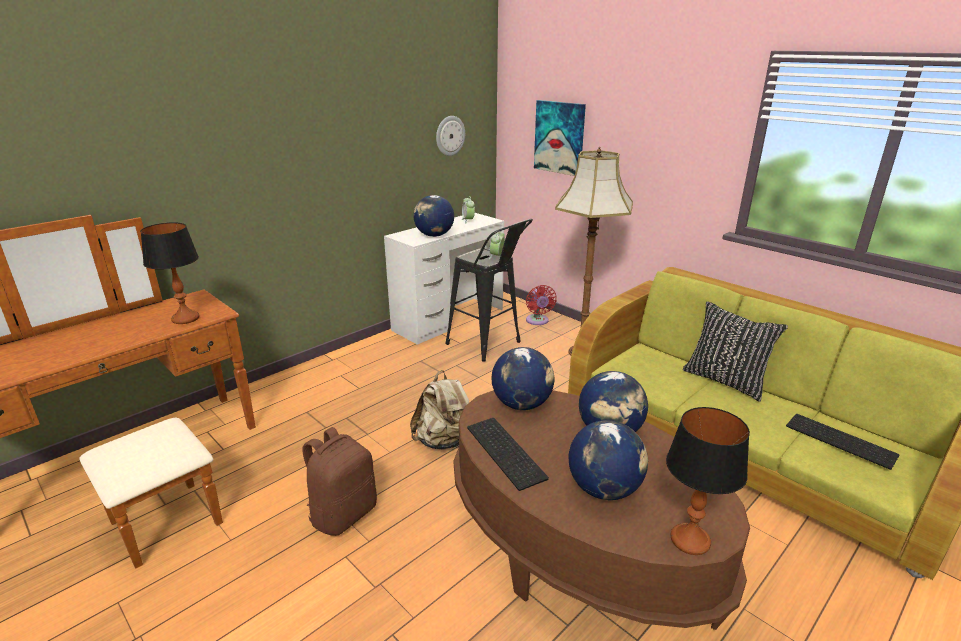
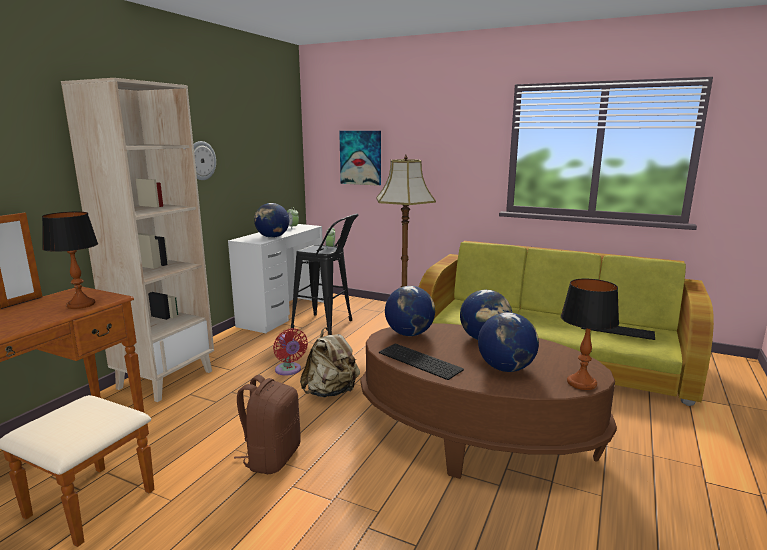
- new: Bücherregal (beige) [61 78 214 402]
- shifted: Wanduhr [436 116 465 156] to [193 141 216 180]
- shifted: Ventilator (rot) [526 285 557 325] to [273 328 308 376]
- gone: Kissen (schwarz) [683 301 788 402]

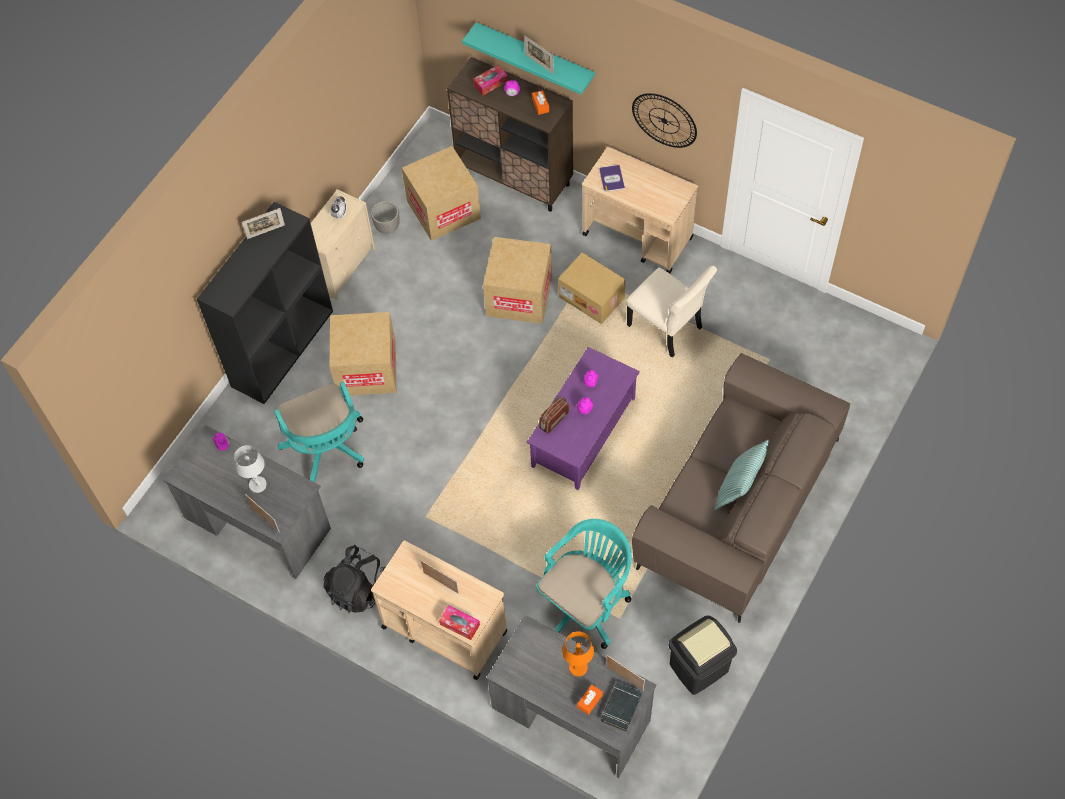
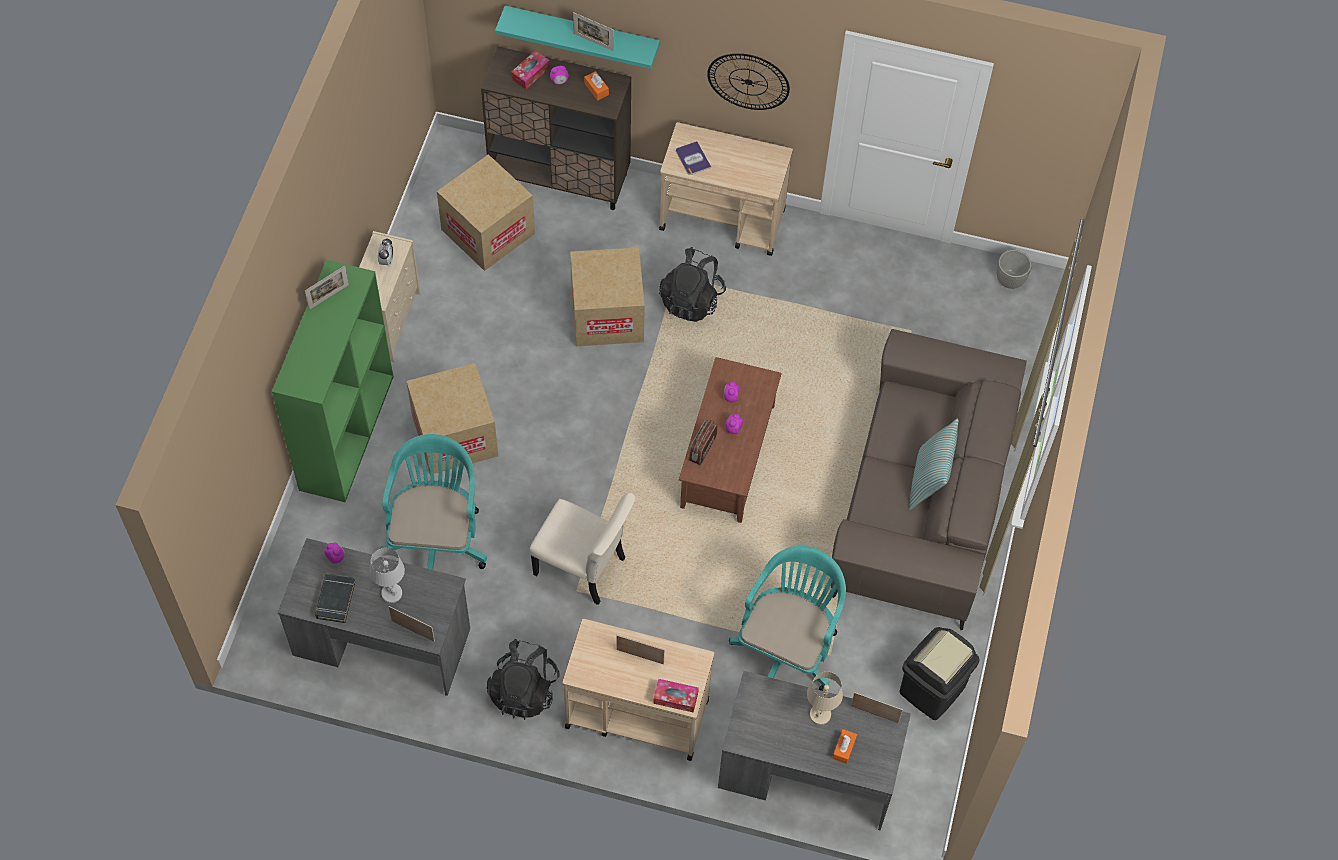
- repainted: Bücherregal (schwarz) [197 202 333 404] to Bücherregal (grün) [272 260 393 502]
- shifted: Buch (schwarz) [601 682 642 732] to [315 574 356 623]
- rotated: Bürostuhl (türkis) [274 382 364 482] = [380 434 487 570] 135 degrees counterclockwise
- shifted: Stuhl (beige) [626 266 717 358] to [529 493 635 605]
- swapped: Karton [558 252 626 324] to Rucksack (schwarz) [659 247 726 322]
- repainted: Couchtisch (lila) [527 347 640 490] to Couchtisch (braun) [679 357 782 523]
- repainted: Tischlampe (orange) [562 631 594 677] to Tischlampe (beige) [807 671 843 725]
- shifted: Pflanzkübel [371 201 400 234] to [997 250 1032 289]

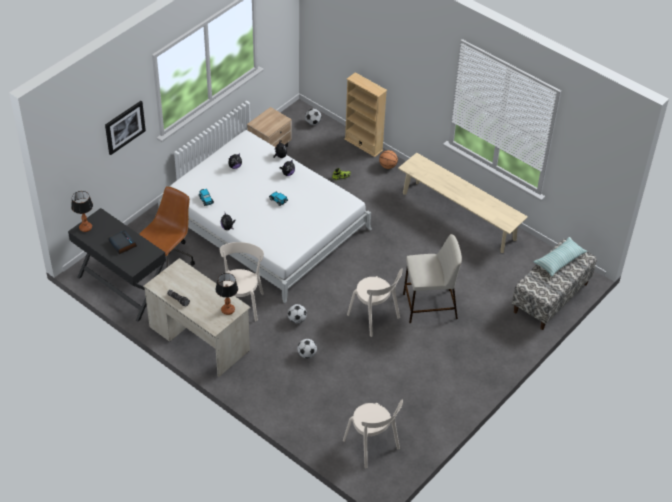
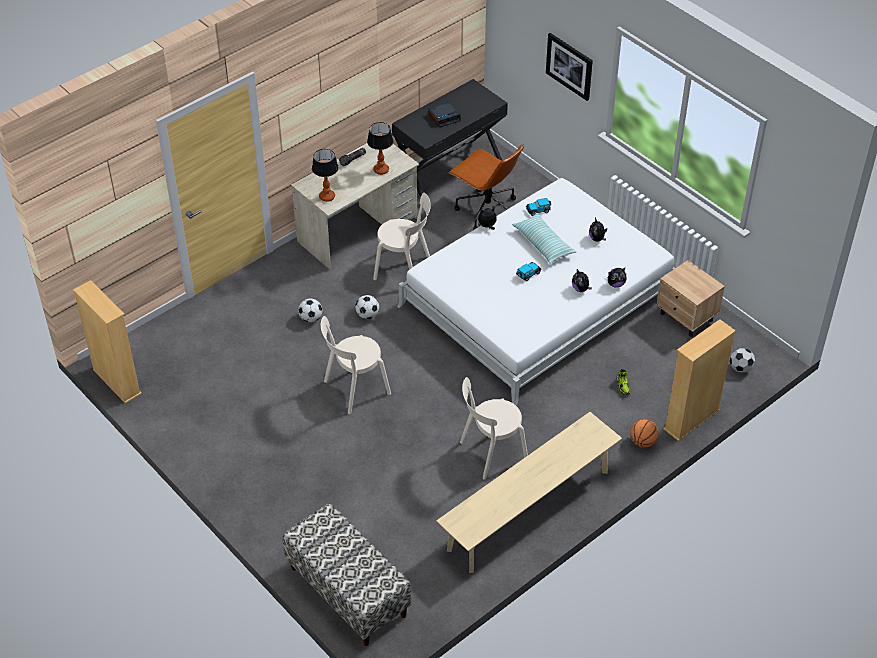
- new: Bücherregal (beige) [73 280 142 403]
- shifted: Tischlampe [71 191 93 232] to [367 122 393 175]
- shifted: Stuhl (beige) [343 400 403 468] to [460 377 528 480]
- shifted: Kissen [533 237 588 276] to [512 213 576 264]
- gone: Hocker (beige) [403 234 462 323]

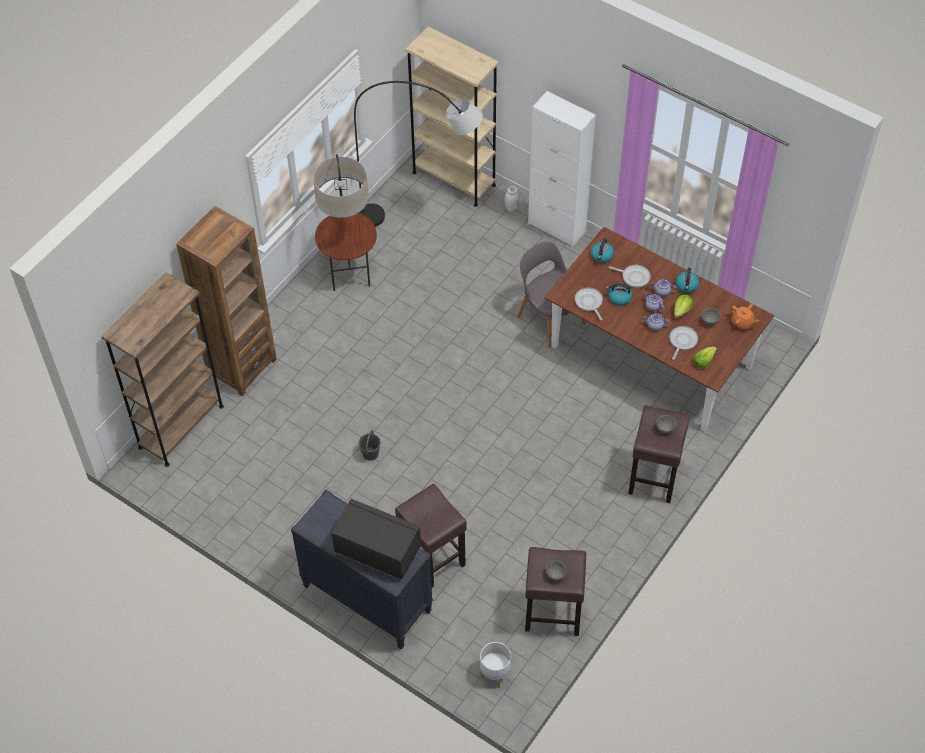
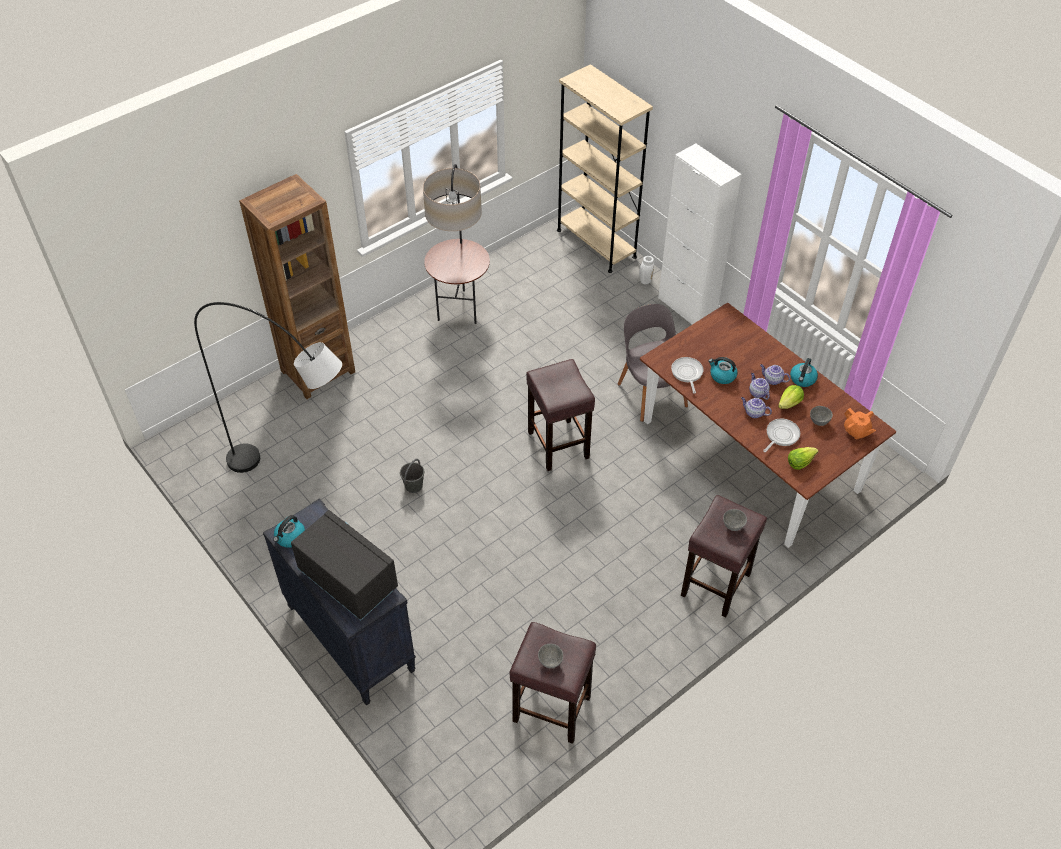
- shifted: Stehlampe (schwarz) [354 81 483 227] to [194 302 342 473]
- shifted: Wasserkessel [591 238 614 263] to [273 515 305 548]
- shifted: Hocker (braun) [395 484 467 588] to [526 359 595 471]
- gone: Bücherregal (braun) [101 272 224 467]
- gone: Pflanzkübel (weiß) [480 642 511 688]
- gone: Pfanne [609 264 651 288]

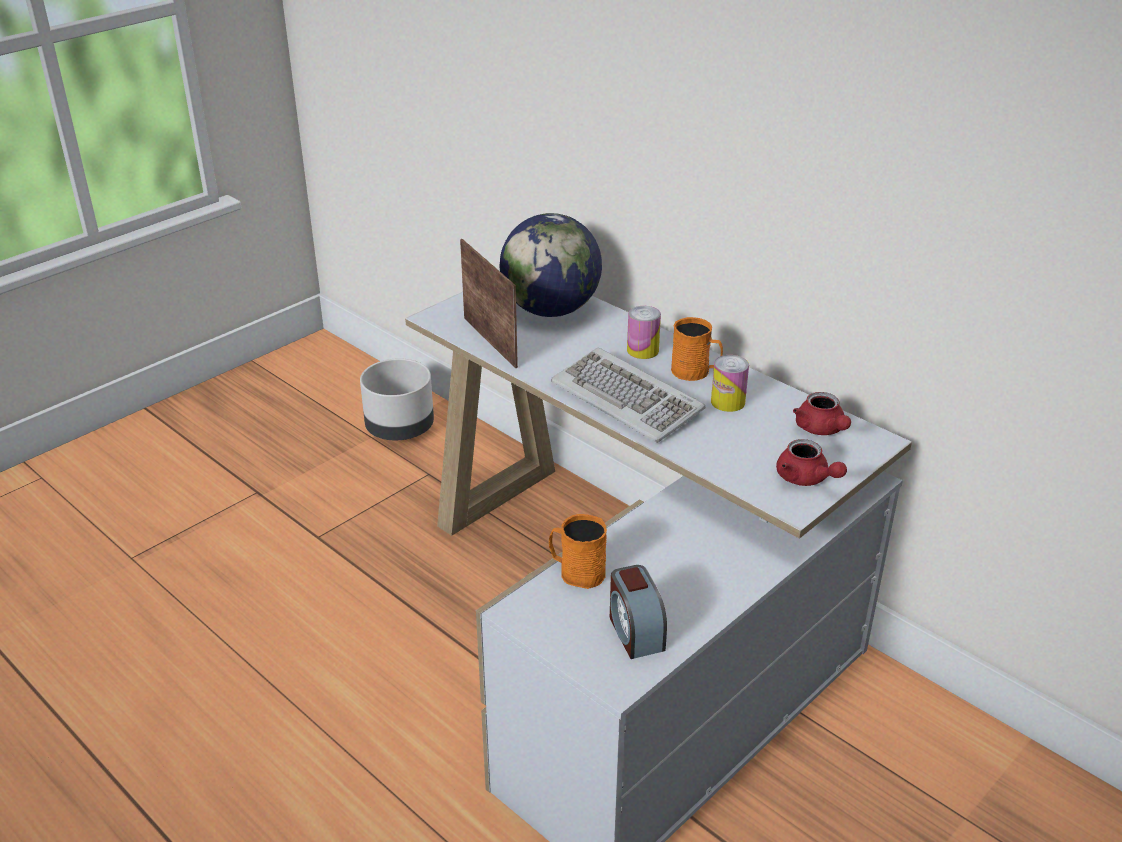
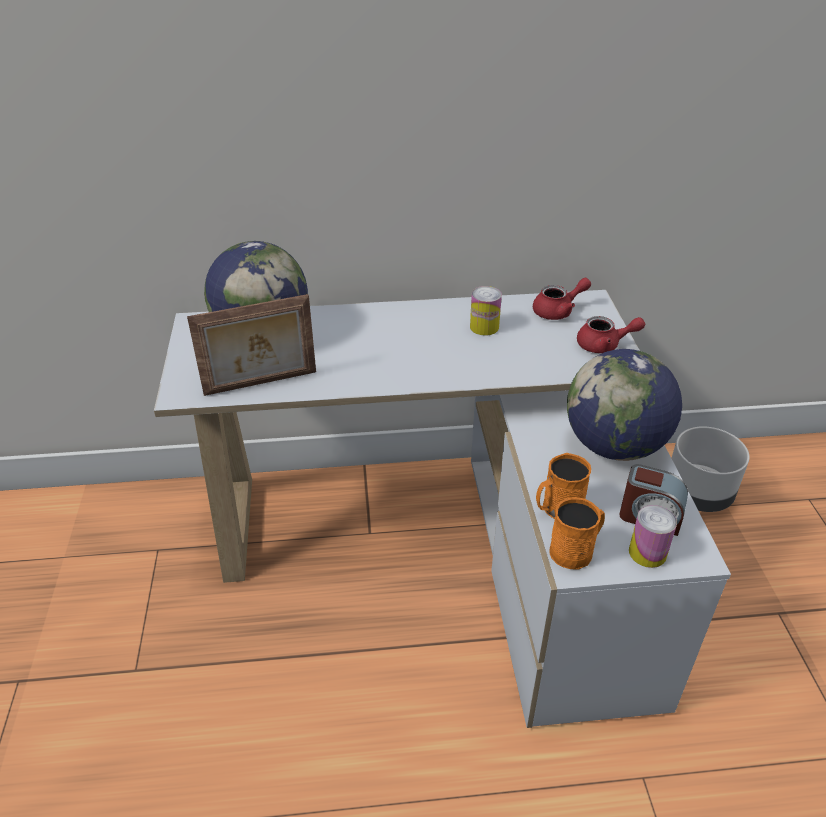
- rotated: Bilderrahmen [460 239 518 368] = [187 294 316 396] 150 degrees clockwise
- rotated: Teekanne (rot) [793 392 851 435] = [533 278 591 320] 45 degrees counterclockwise
- shifted: Henkelbecher (orange) [671 317 723 381] to [549 497 605 570]
- new: Globus [567 349 682 461]
- shifted: Dose [627 306 661 359] to [629 505 677 568]
- shifted: Pflanzkübel (grau) [360 358 434 440] to [672 426 750 512]
- gone: Tastatur [551 348 706 443]

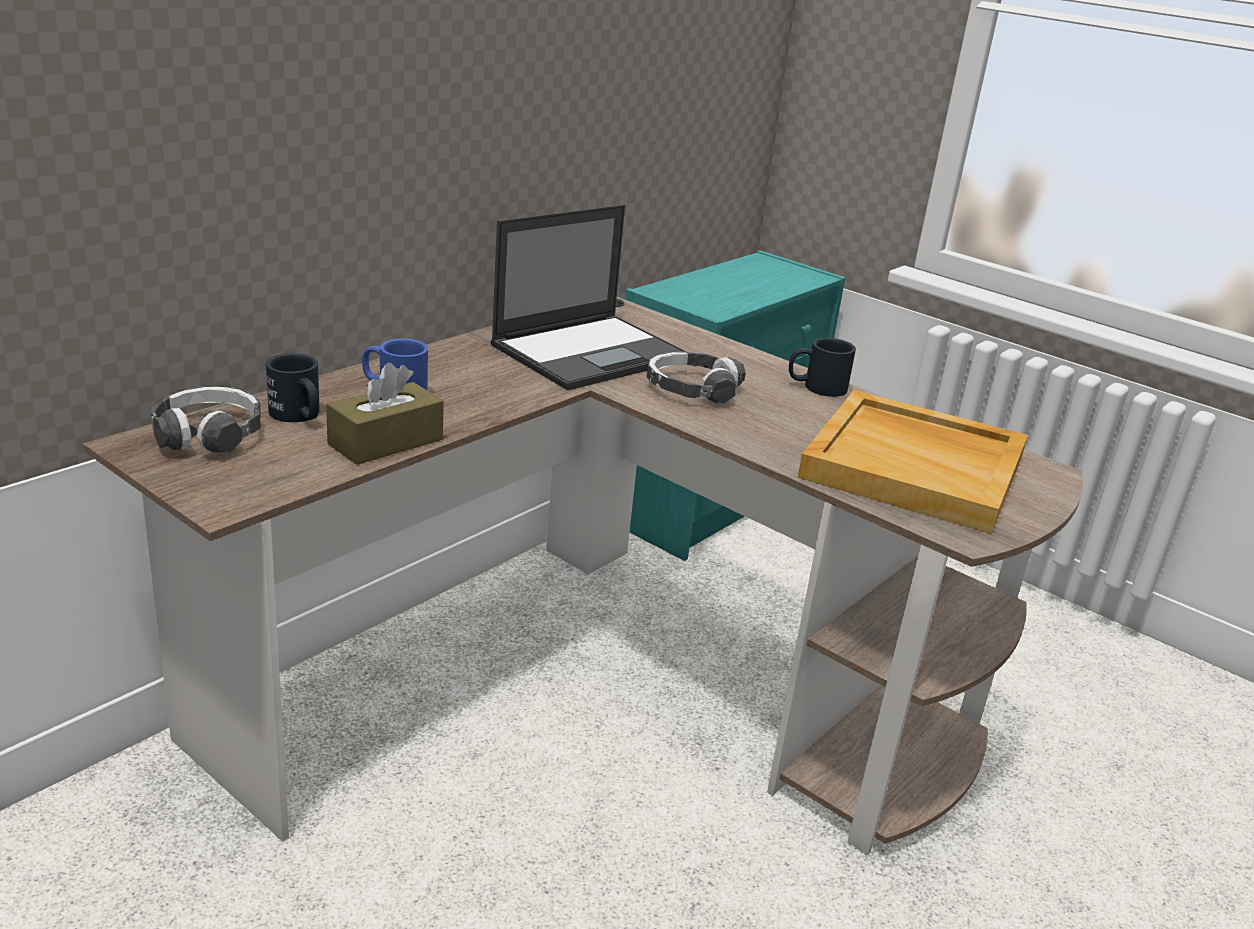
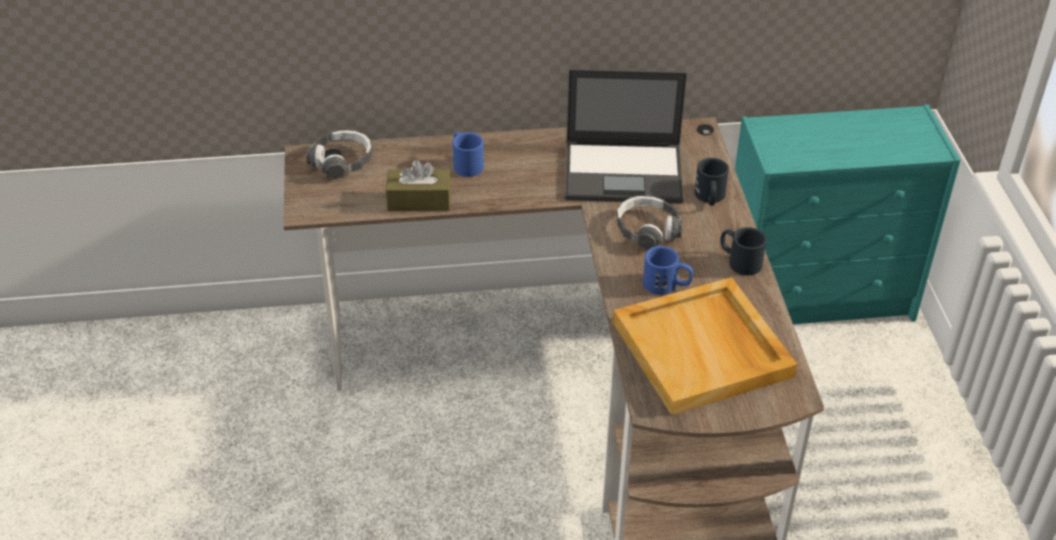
- new: Henkelbecher (blau) [643 246 693 295]
- shifted: Henkelbecher (schwarz) [266 353 320 422] to [695 158 729 206]

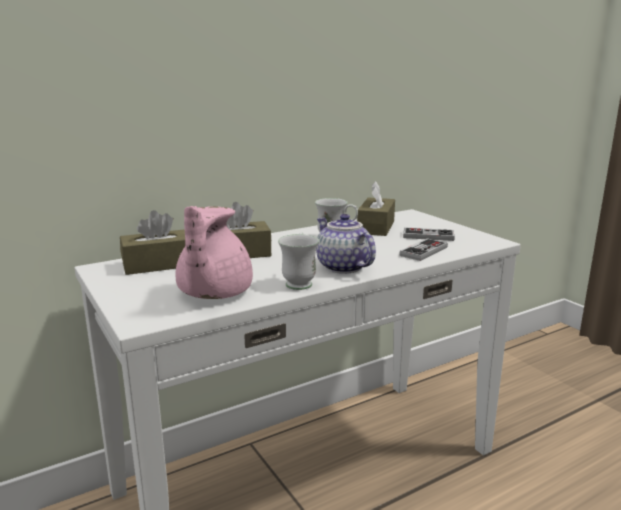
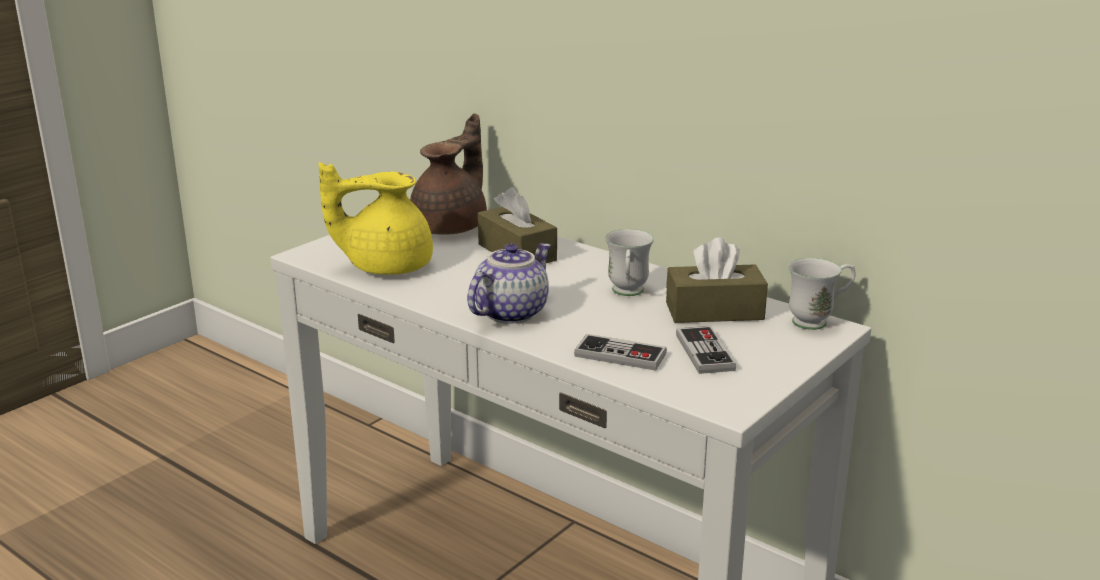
- repainted: Teekanne (rosa) [175 206 253 299] to Teekanne (gelb) [318 162 433 274]
- swapped: Taschentuchbox (braun) [120 210 185 275] to Teekanne (braun) [410 113 487 234]
- shifted: Henkelbecher (weiß) [278 232 319 290] to [788 258 856 330]

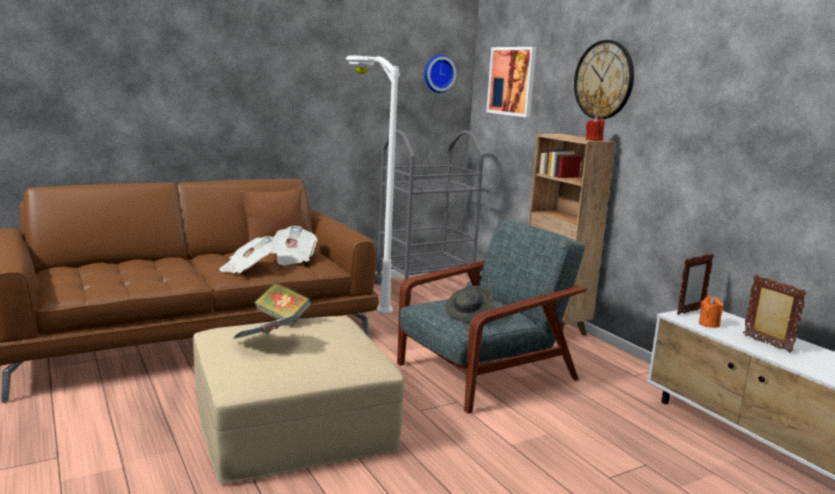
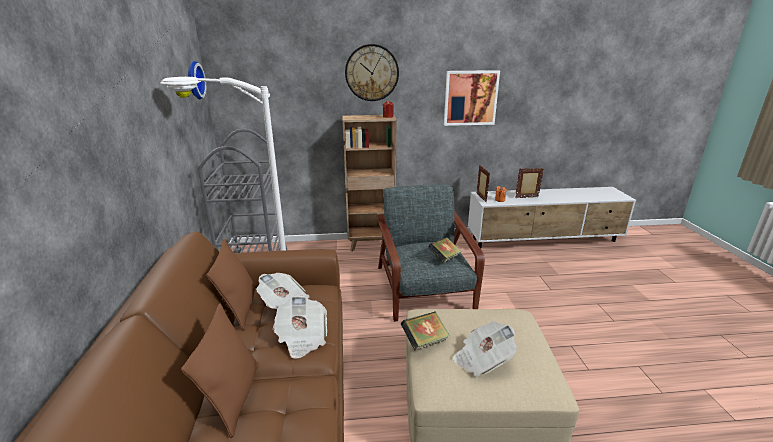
- new: Kissen (braun) [181 304 259 438]
- swapped: Hut (grau) [446 286 494 322] to Buch [428 237 462 263]
- shifted: Bild [486 47 536 117] to [444 70 500 126]

